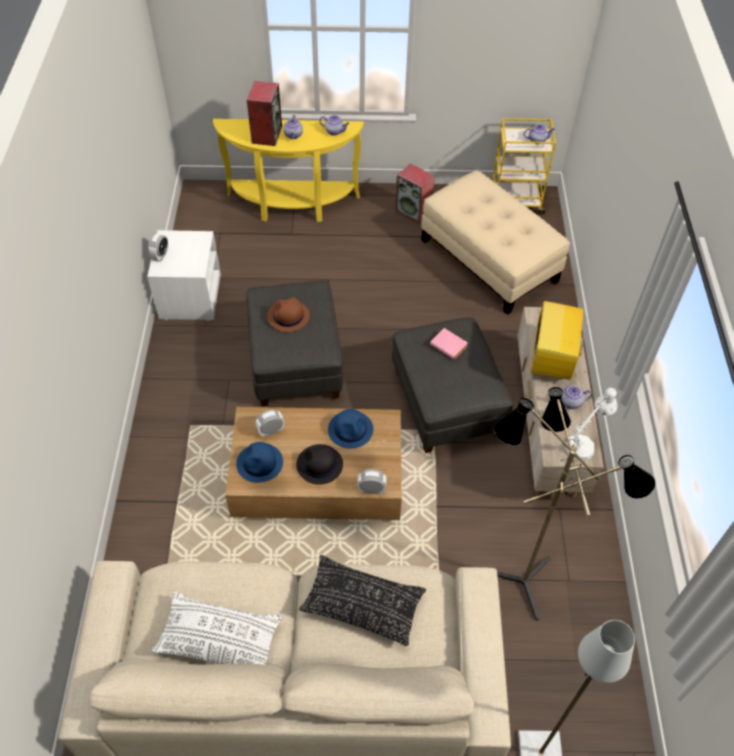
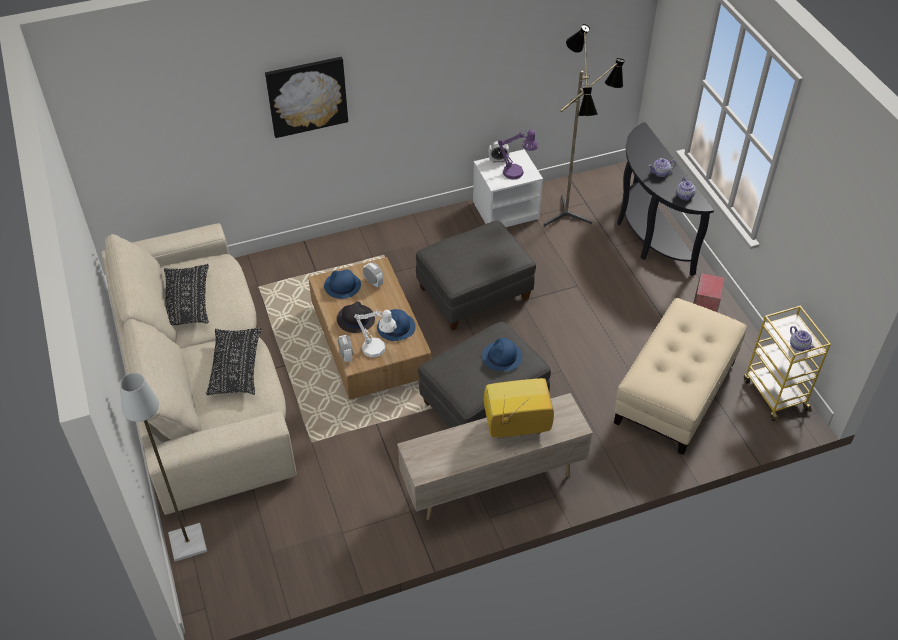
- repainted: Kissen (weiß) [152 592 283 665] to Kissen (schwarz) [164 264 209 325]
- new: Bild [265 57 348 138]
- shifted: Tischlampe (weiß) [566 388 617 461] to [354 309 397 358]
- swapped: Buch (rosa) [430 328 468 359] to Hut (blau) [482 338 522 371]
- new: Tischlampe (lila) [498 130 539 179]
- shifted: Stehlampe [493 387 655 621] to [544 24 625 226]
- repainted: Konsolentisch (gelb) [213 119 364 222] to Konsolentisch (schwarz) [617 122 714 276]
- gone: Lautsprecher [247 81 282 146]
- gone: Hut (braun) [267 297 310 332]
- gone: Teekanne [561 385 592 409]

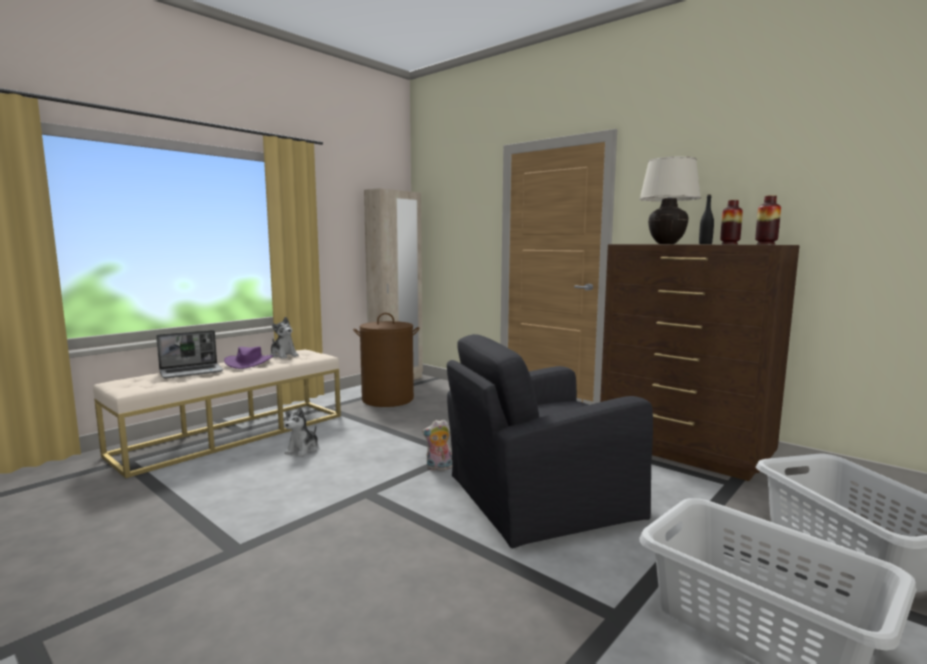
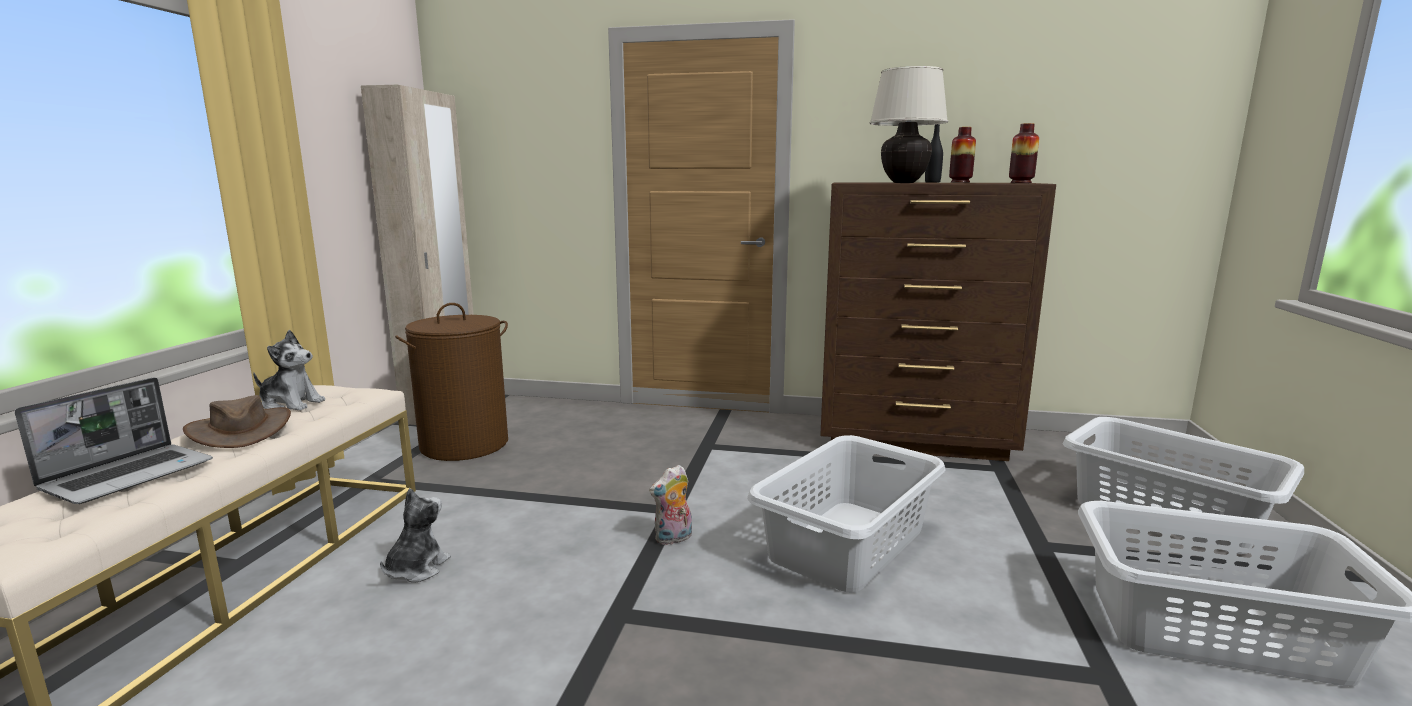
- repainted: Hut (lila) [224 346 273 369] to Hut (braun) [183 395 291 448]
- rotated: Plüschtier [285 407 319 457] = [380 488 451 583] 150 degrees counterclockwise
- swapped: Sessel (schwarz) [447 334 653 548] to Wäschekorb (grau) [747 435 946 593]

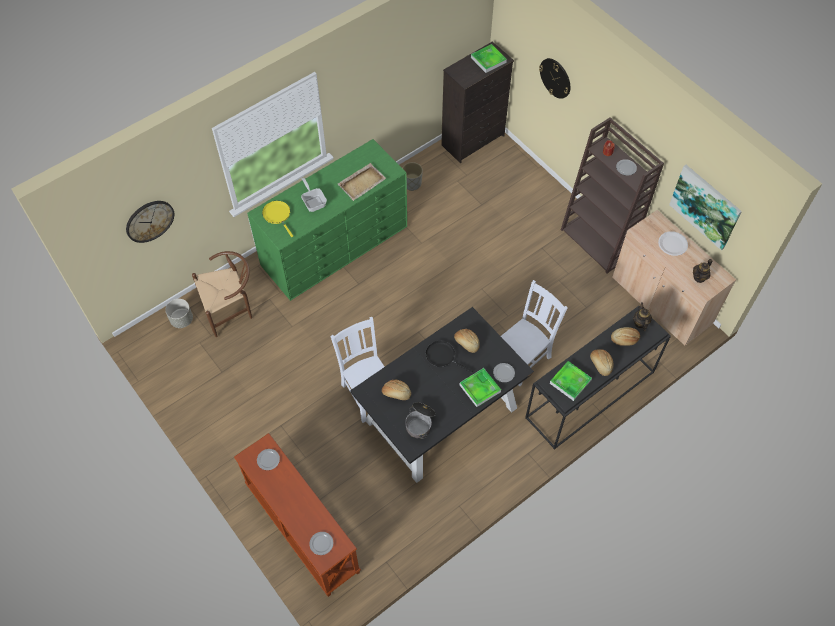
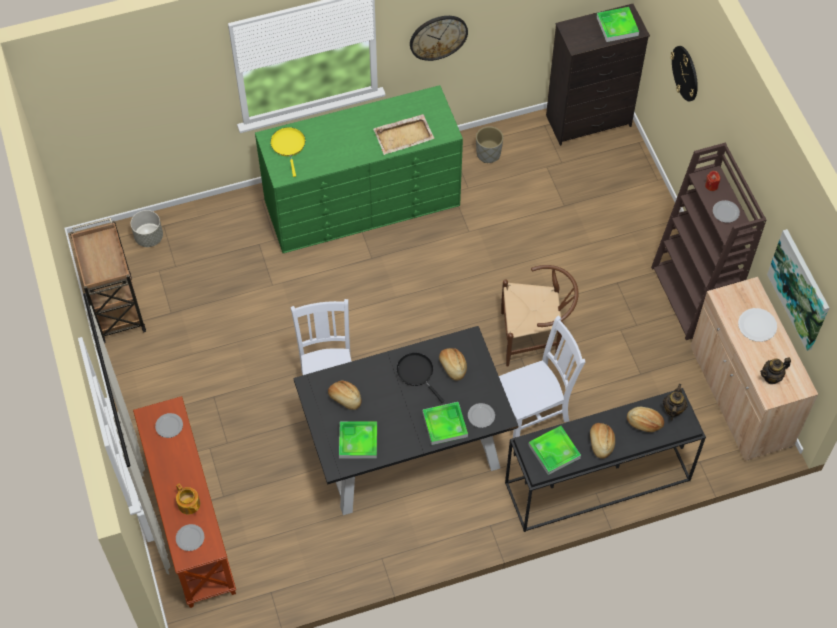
- new: Rollwagen (braun) [70 218 146 343]
- new: Teekanne [176 484 200 514]
- swapped: Kochtopf [405 402 436 439] to Tablett [339 421 377 459]
- shifted: Wanduhr [126 201 174 243] to [410 16 468 61]
- shifted: Stuhl (braun) [192 251 252 337] to [501 265 579 367]
- gone: Pfanne [301 178 327 212]

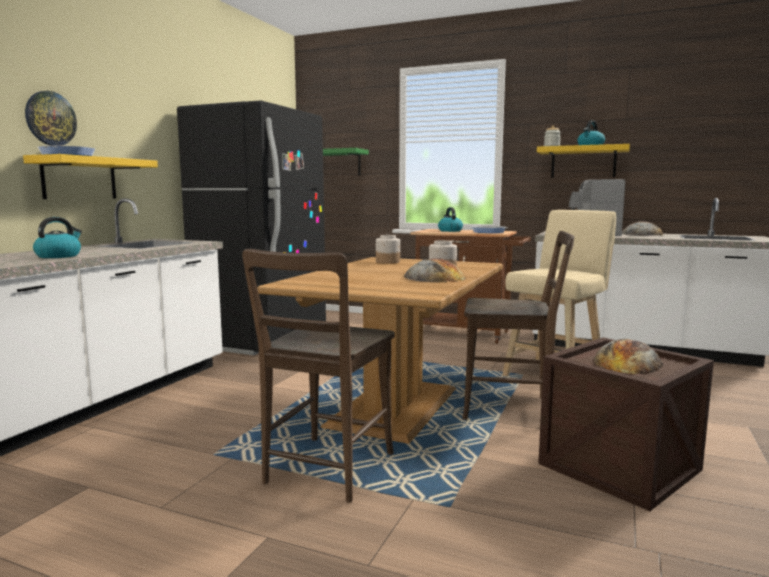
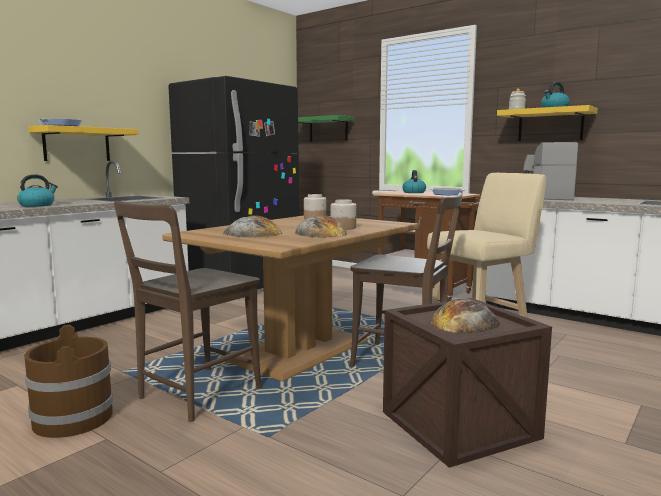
- new: Eimer (braun) [24 325 113 438]
- shifted: Brot [622 221 663 236] to [223 215 282 237]
- gone: Wanduhr [25 91 77 146]

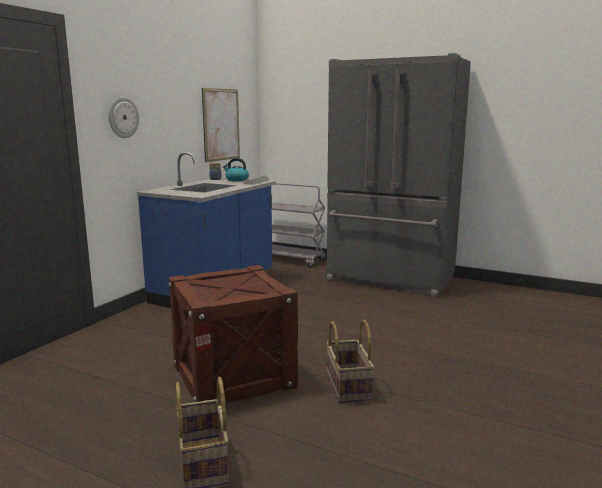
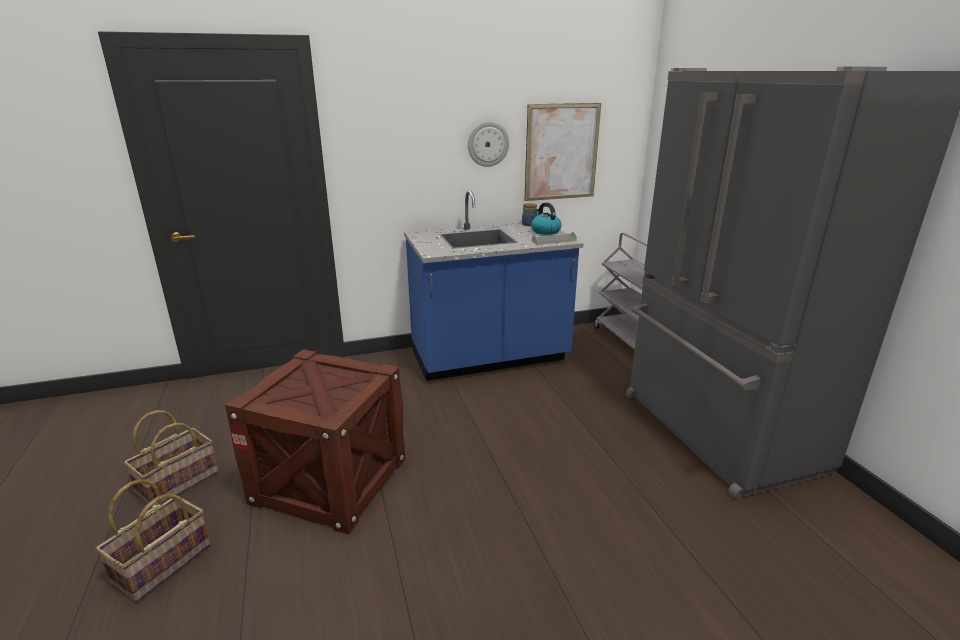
- shifted: Korb [326 320 374 403] to [124 410 219 508]
- shifted: Wanduhr [108 97 139 138] to [468 121 509 167]

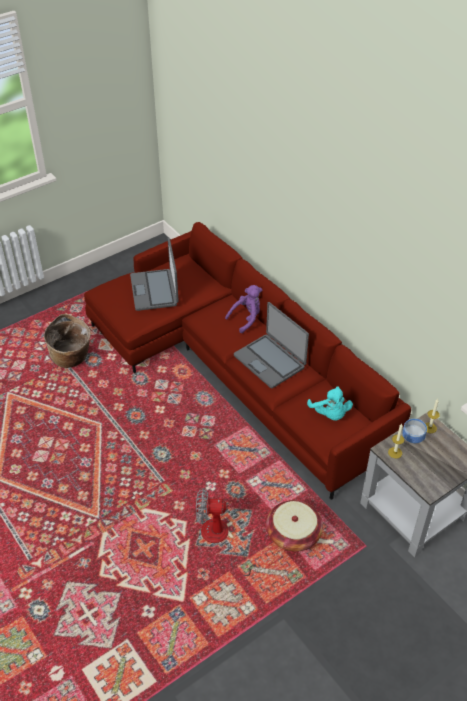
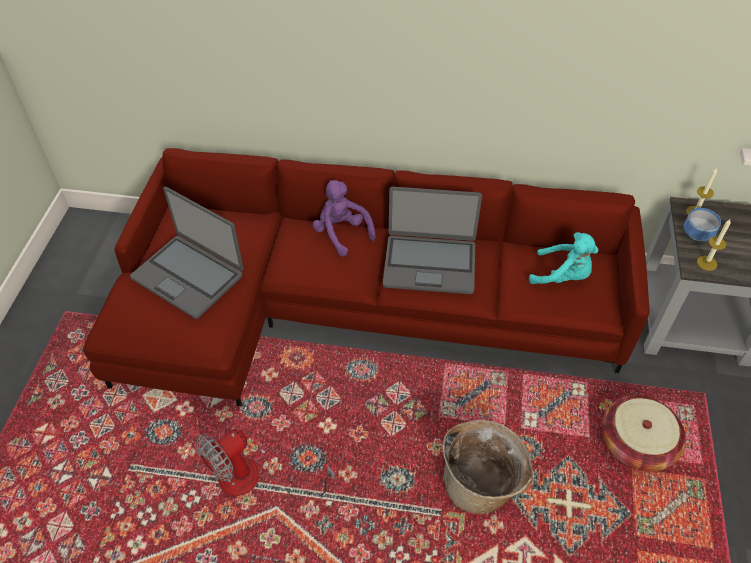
- shifted: Ventilator [196 488 256 576] to [195 429 335 500]
- rotated: Plüschtier (lila) [225 285 262 333] = [312 180 376 257] 45 degrees counterclockwise
- shifted: Korb [44 314 91 368] to [442 420 534 514]

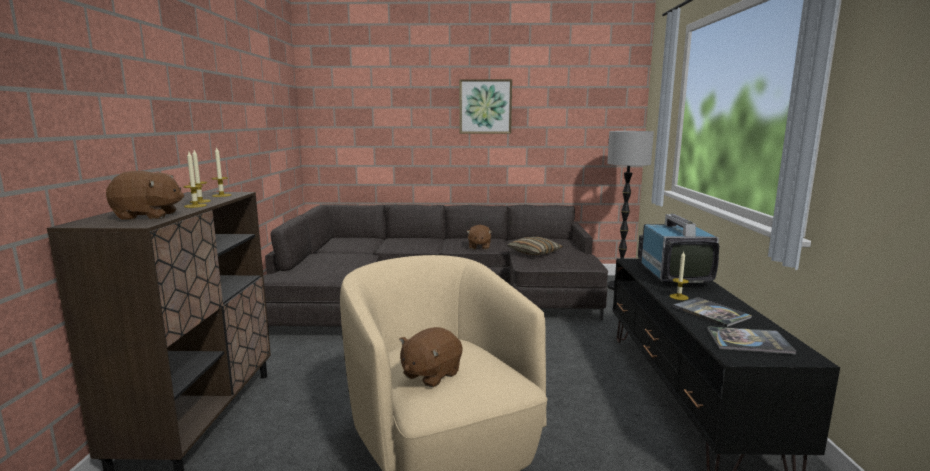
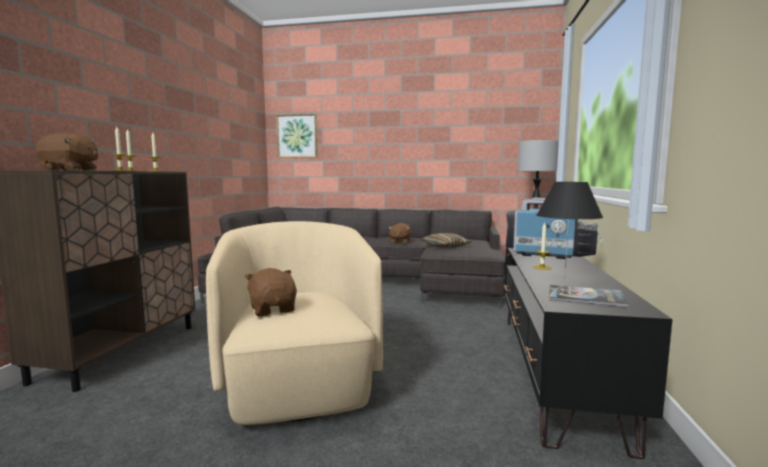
- rotated: Plüschtier (braun) [399 327 463 387] = [244 268 297 316] 105 degrees clockwise
- shifted: Bild [459 79 512 134] to [276 114 318 158]
- rotated: Fernseher [638 214 719 283] = [506 197 604 259] 105 degrees clockwise
- swapped: Buch [673 297 752 327] to Tischlampe (schwarz) [537 182 603 278]

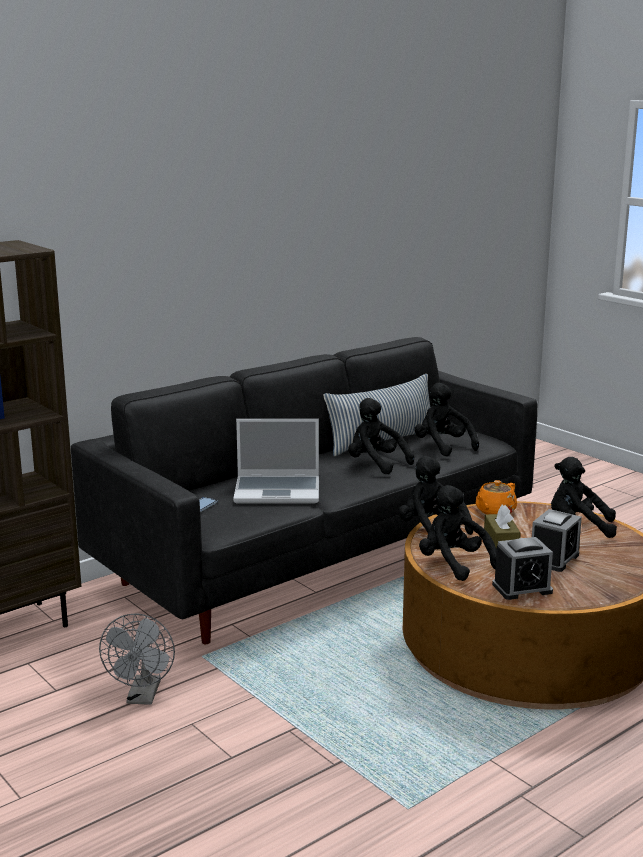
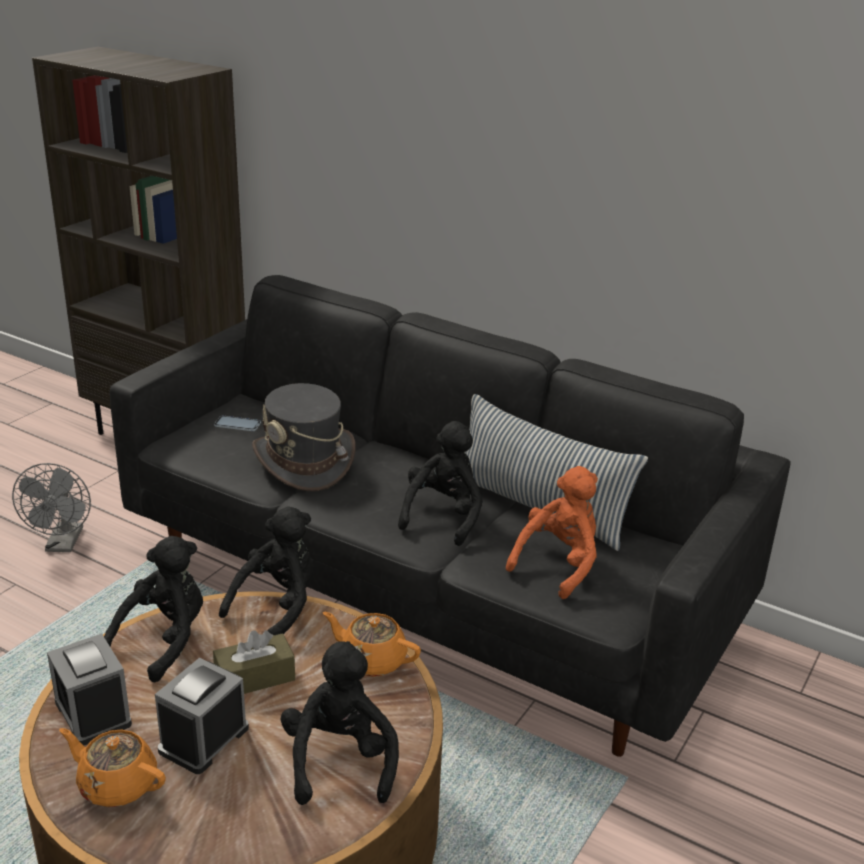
- rotated: Ventilator (grau) [99 613 175 705] = [12 463 91 552] 75 degrees counterclockwise
- new: Teekanne (orange) [59 728 166 807]
- rotated: Wecker [532 509 582 572] = [155 658 249 774] 105 degrees clockwise
- swapped: Laptop [233 419 319 504] to Hut (grau) [252 383 355 491]
- repainted: Plüschtier (schwarz) [414 383 479 456] to Plüschtier (orange) [506 466 598 599]

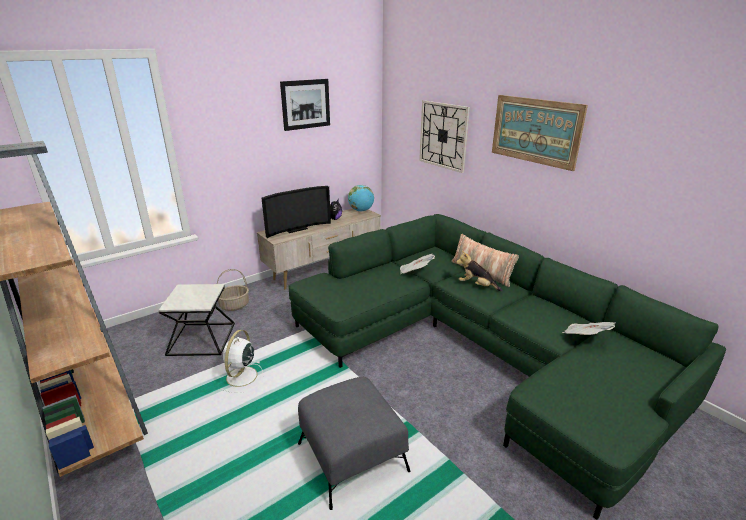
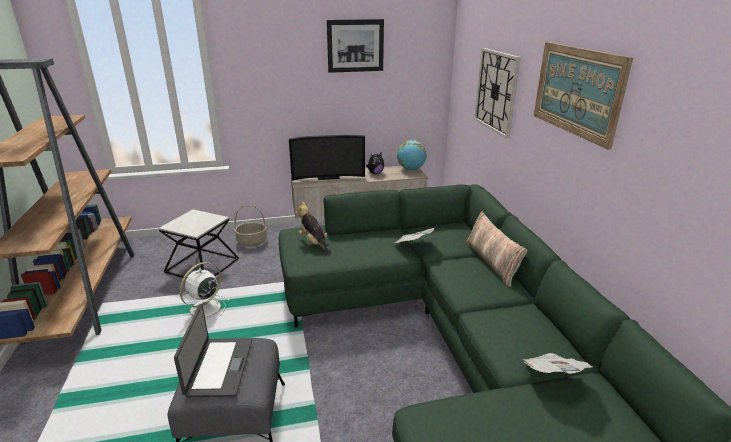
- new: Laptop [174 304 252 398]
- shifted: Plüschtier [456 251 502 291] to [295 201 331 254]

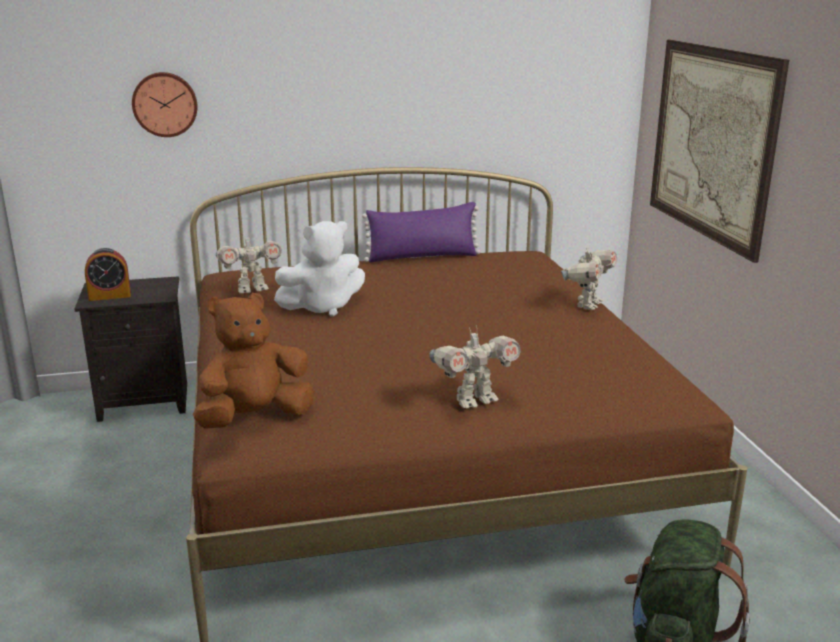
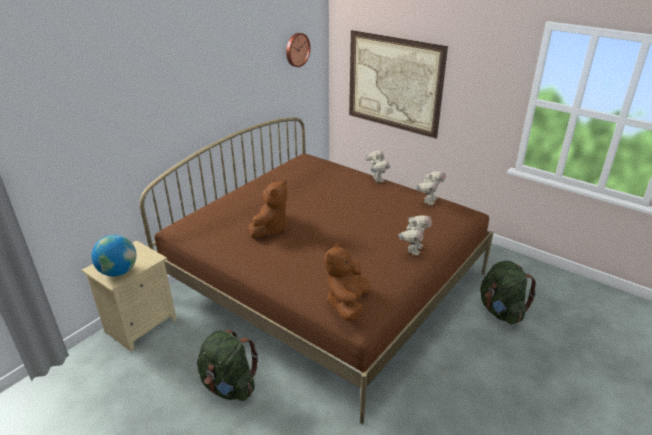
- repainted: Nachttisch (schwarz) [74 276 187 422] to Nachttisch (beige) [82 240 177 352]
- swapped: Wecker [85 248 131 301] to Globus [91 235 136 276]
- new: Rucksack (grün) [197 330 258 401]
- repainted: Plüschtier (weiß) [274 221 365 317] to Plüschtier (braun) [248 180 287 238]
- shifted: Wanduhr [132 72 197 137] to [286 33 310 67]
- shifted: Spielzeugroboter [216 232 282 293] to [416 170 446 205]
- gone: Kissen (lila) [362 202 480 263]

